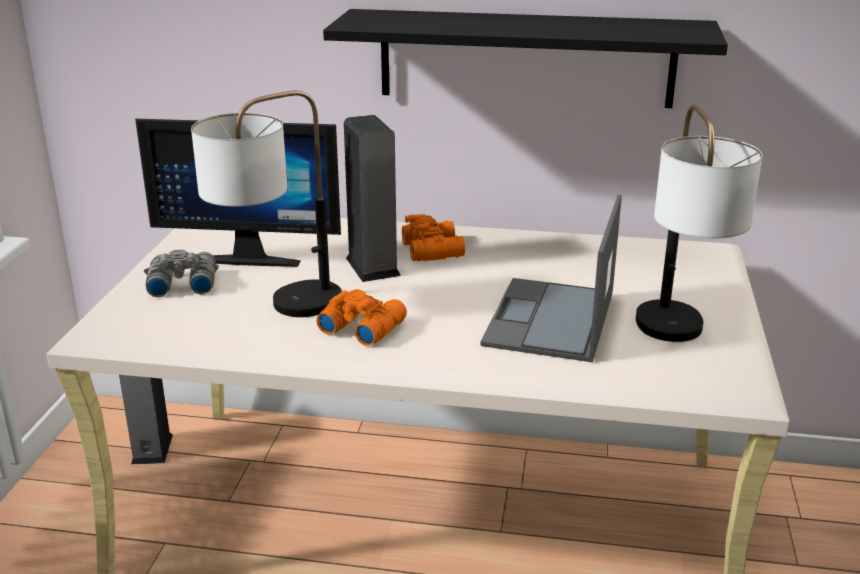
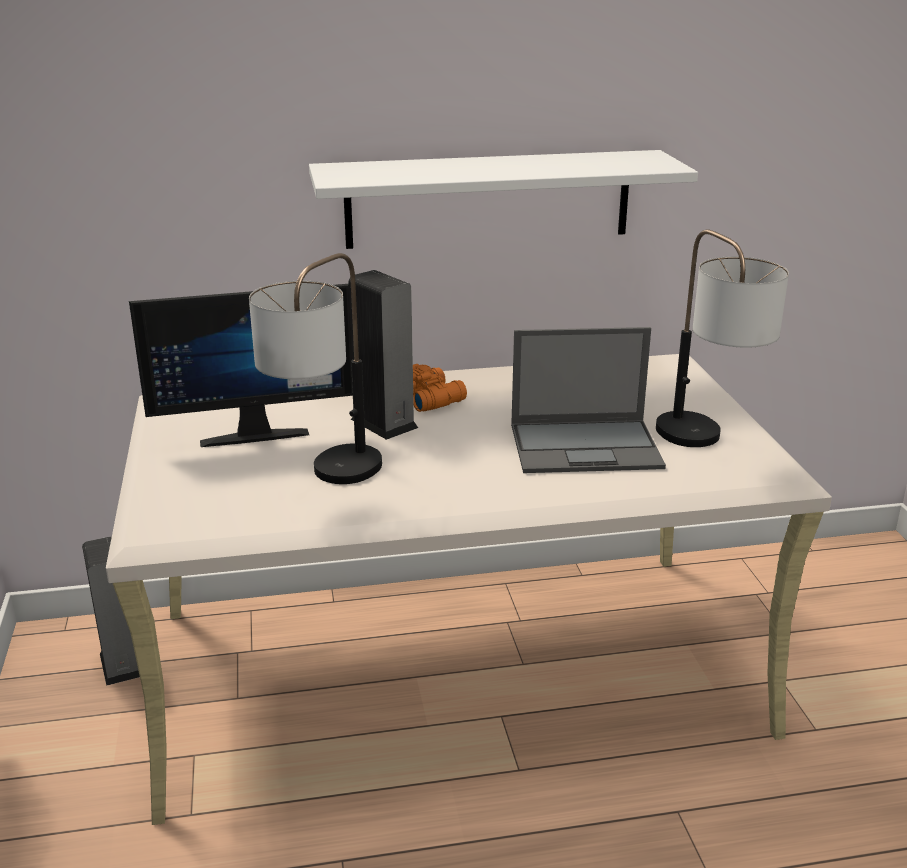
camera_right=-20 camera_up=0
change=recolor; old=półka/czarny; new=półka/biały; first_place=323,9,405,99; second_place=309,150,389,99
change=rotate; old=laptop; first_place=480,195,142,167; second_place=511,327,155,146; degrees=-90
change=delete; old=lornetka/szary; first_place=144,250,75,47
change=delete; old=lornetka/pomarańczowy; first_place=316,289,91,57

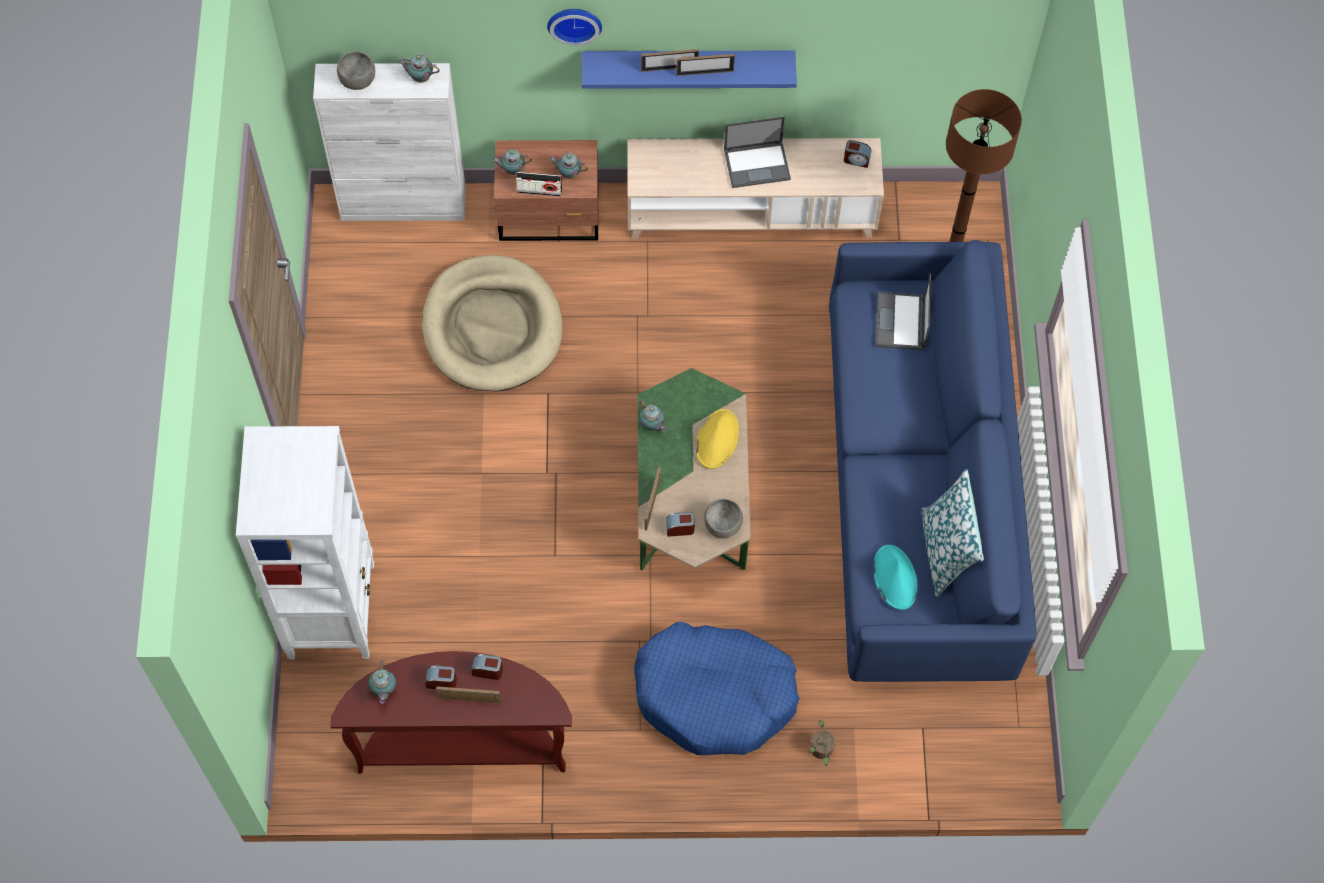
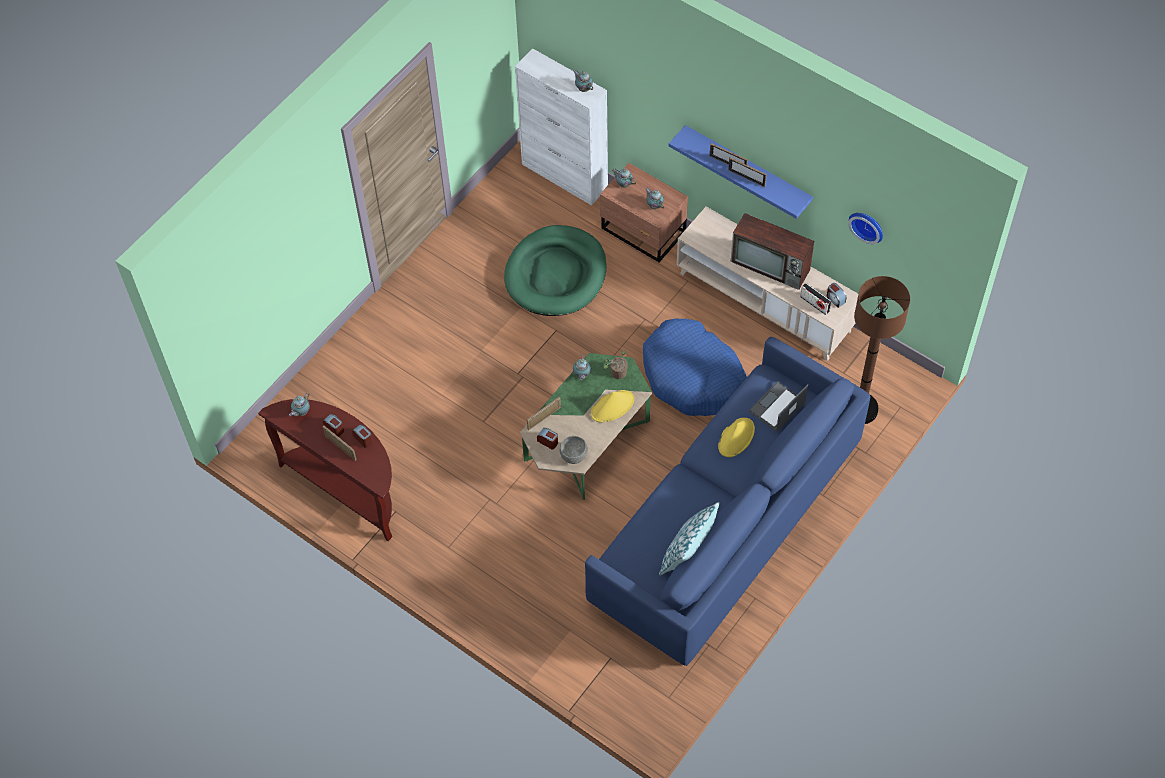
camera_right=40 camera_up=-5
change=move; old=zegar ścienny; first_place=547,9,55,37; second_place=848,213,35,31
change=delete; old=miska/szary; first_place=337,52,38,38
change=replace; old=laptop; new=telewizor; first_place=724,117,67,71; second_place=731,213,83,77
change=move; old=radio; first_place=516,172,46,24; second_place=800,283,31,32
change=recolor; old=legowisko/beżowy; new=legowisko/zielony; first_place=422,255,140,136; second_place=504,225,102,91
change=delete; old=regał/biały; first_place=236,426,138,234
change=delete; old=kapelusz/turkusowy; first_place=874,545,43,65
change=move; old=legowisko/niebieski; first_place=634,622,166,133; second_place=643,319,104,97
change=move; old=roślina doniczkowa; first_place=809,720,27,46; second_place=603,351,25,28
change=insert; new=kapelusz/żółty; second_place=718,418,37,39

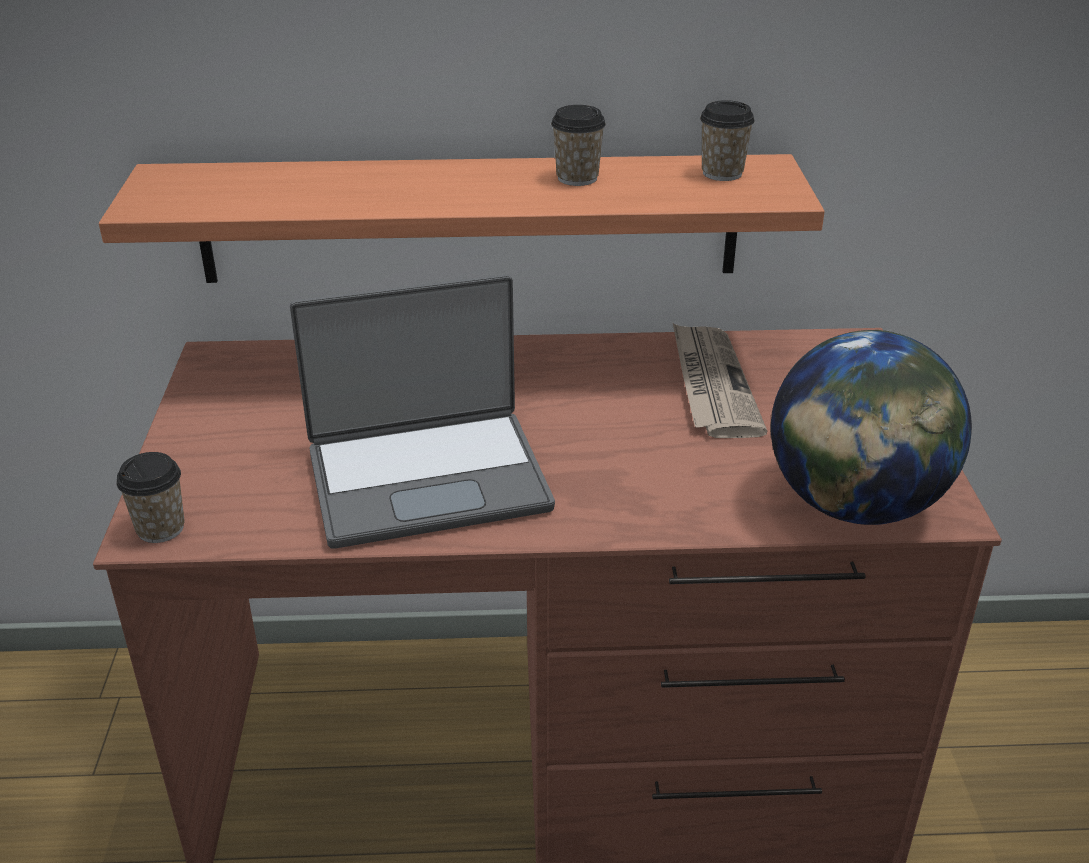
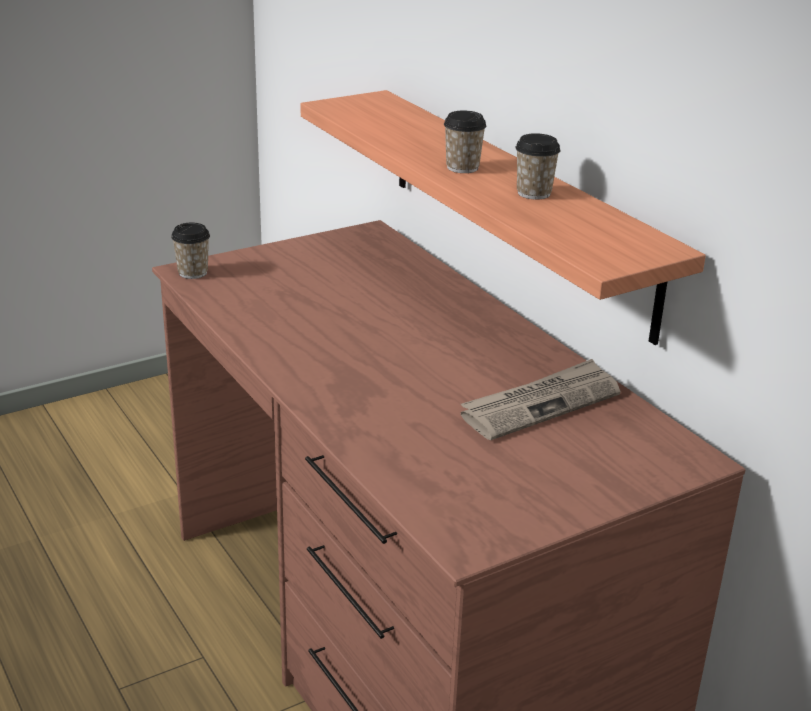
camera_right=60 camera_up=-5
change=move; old=filiżanka; first_place=700,100,55,81; second_place=444,110,42,63
change=delete; old=laptop; first_place=290,274,265,275
change=delete; old=globus; first_place=771,330,201,195

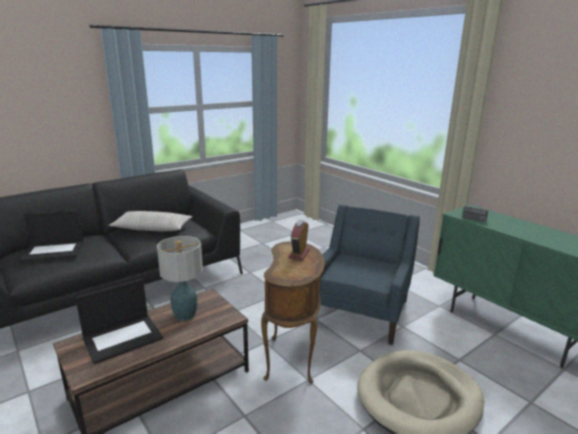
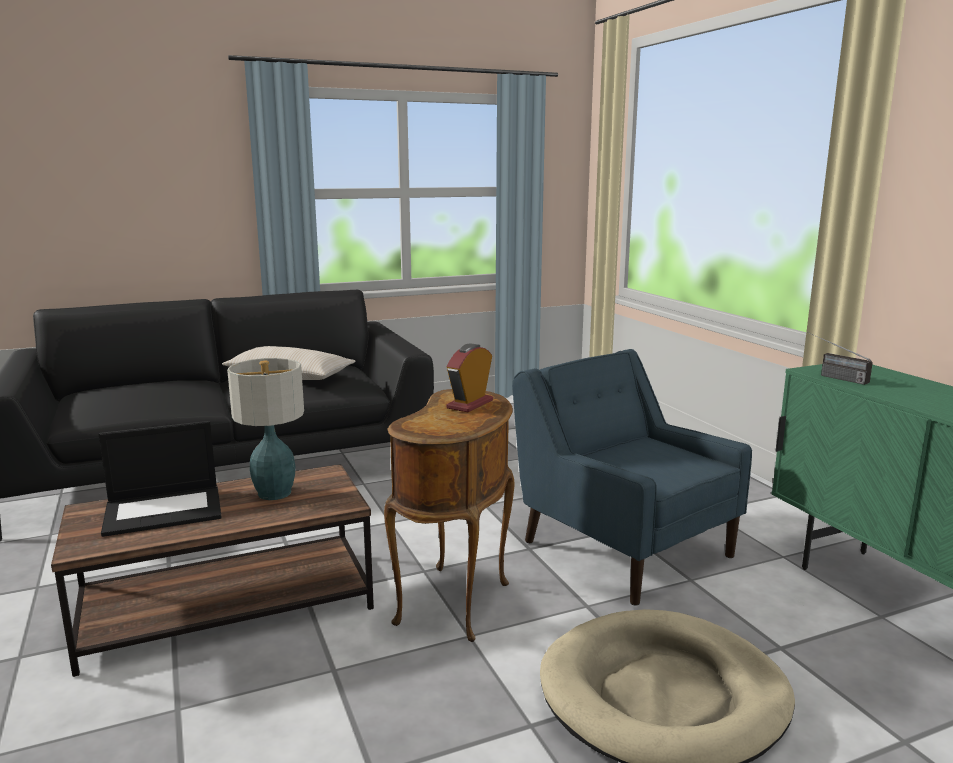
camera_right=15 camera_up=-5
change=rotate; old=fotel/niebieski; first_place=320,205,100,140; second_place=512,349,240,257; degrees=-75
change=delete; old=laptop; first_place=20,210,64,52

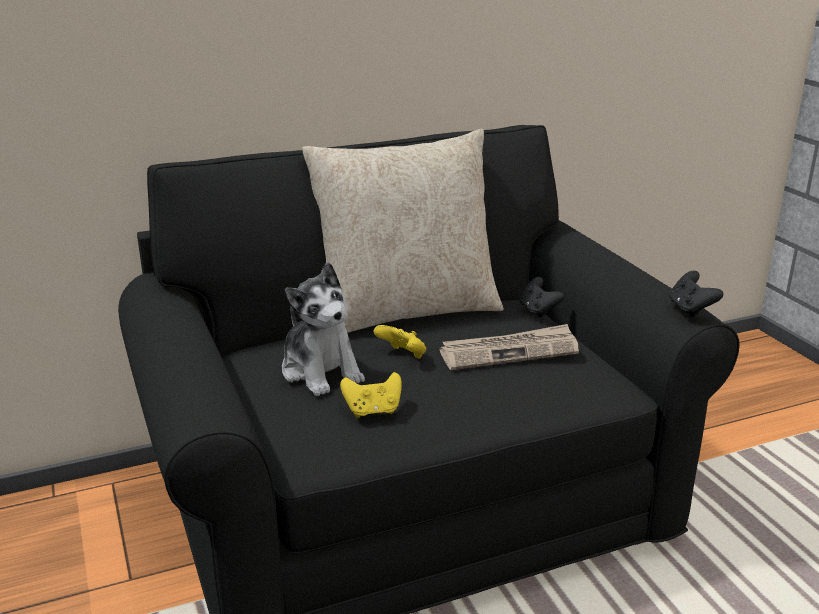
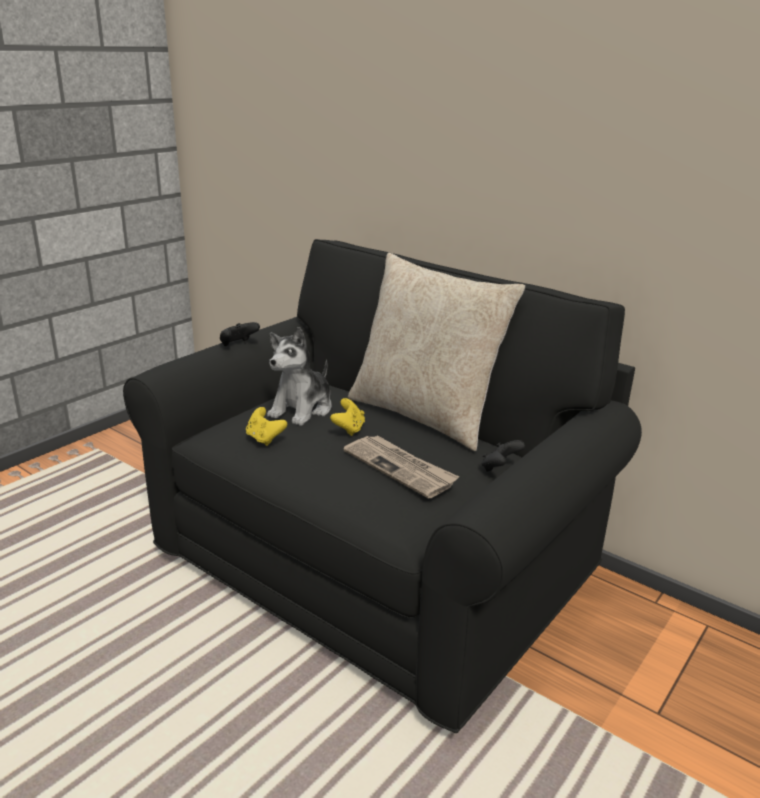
camera_right=60 camera_up=0
change=move; old=pad do gier/czarny; first_place=669,271,54,46; second_place=220,322,40,24

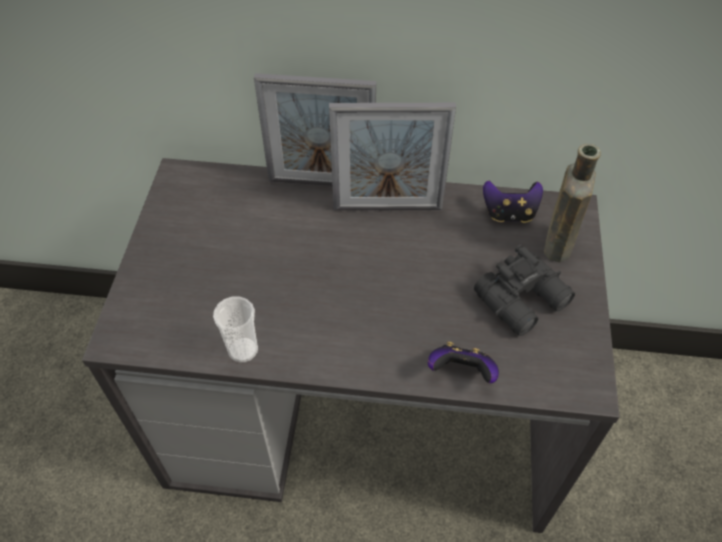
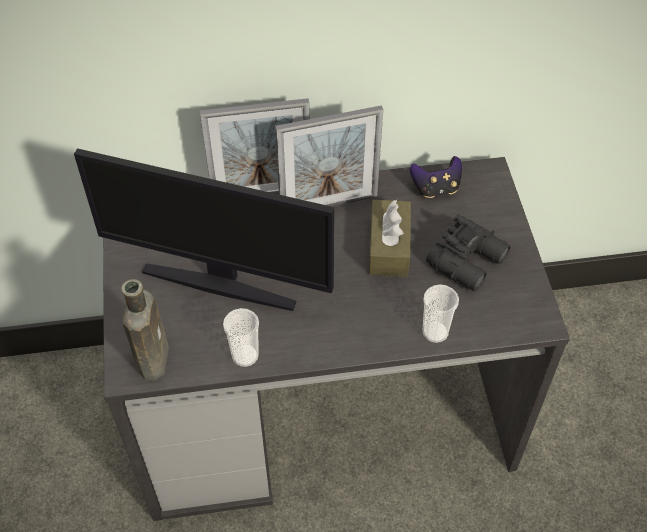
camera_right=-15 camera_up=0
change=move; old=butelka/brązowy; first_place=544,144,57,118; second_place=121,279,48,101
change=replace; old=pad do gier; new=filiżanka; first_place=428,341,71,42; second_place=422,284,37,59
change=insert; new=monitor; second_place=74,148,260,163
change=insert; new=pudełko chusteczek/brązowy; second_place=369,200,42,77

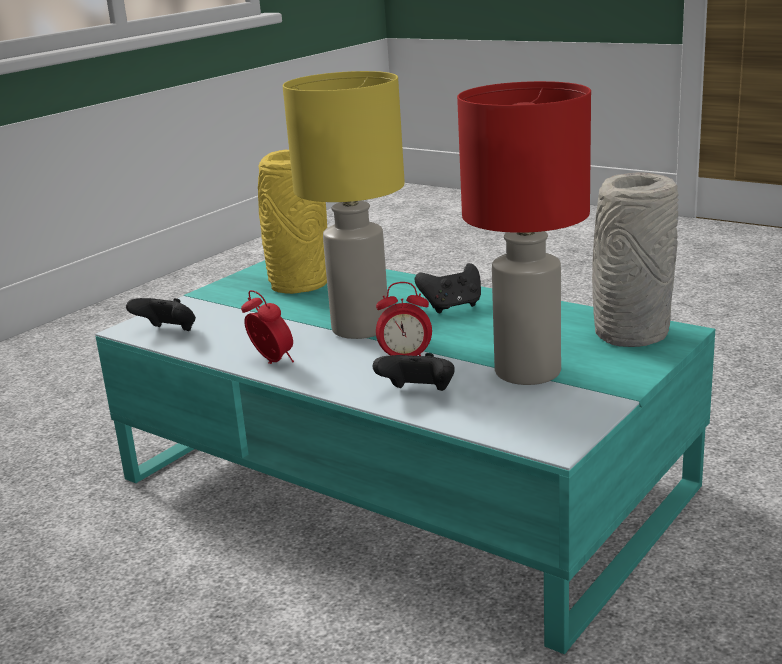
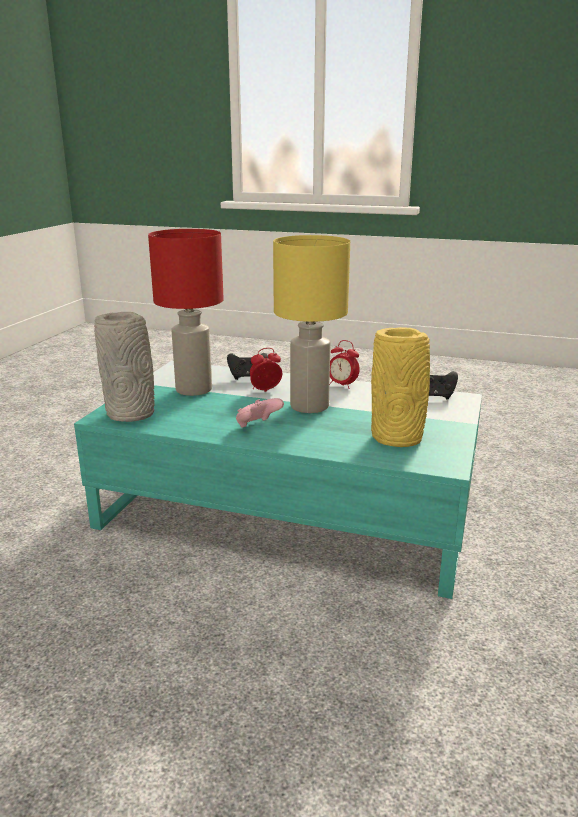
camera_right=160 camera_up=0
change=recolor; old=pad do gier/czarny; new=pad do gier/różowy; first_place=414,263,67,50; second_place=236,398,48,30

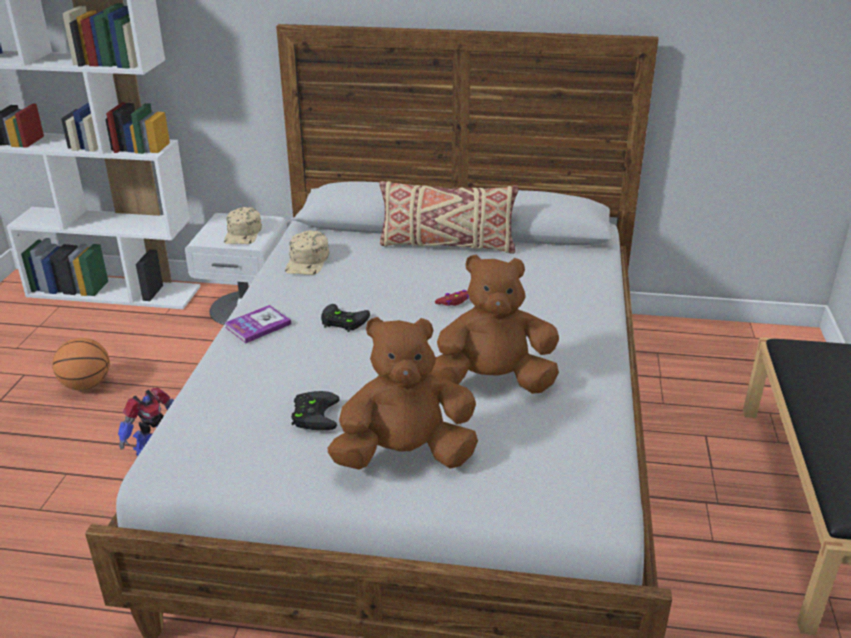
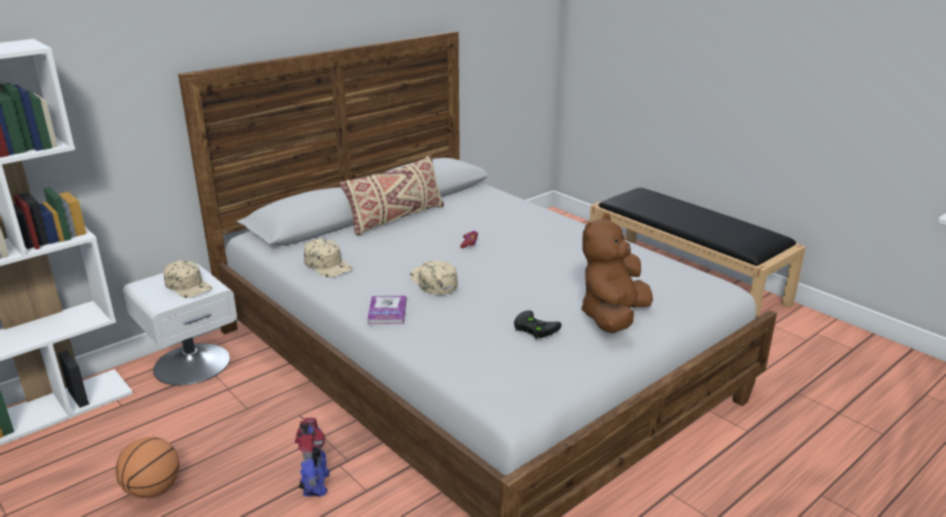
camera_right=-50 camera_up=-5
change=delete; old=pluszak/brązowy; first_place=429,255,130,139
change=replace; old=pad do gier/czarny; new=czapka z daszkiem/beżowy; first_place=321,304,49,28; second_place=410,261,48,34

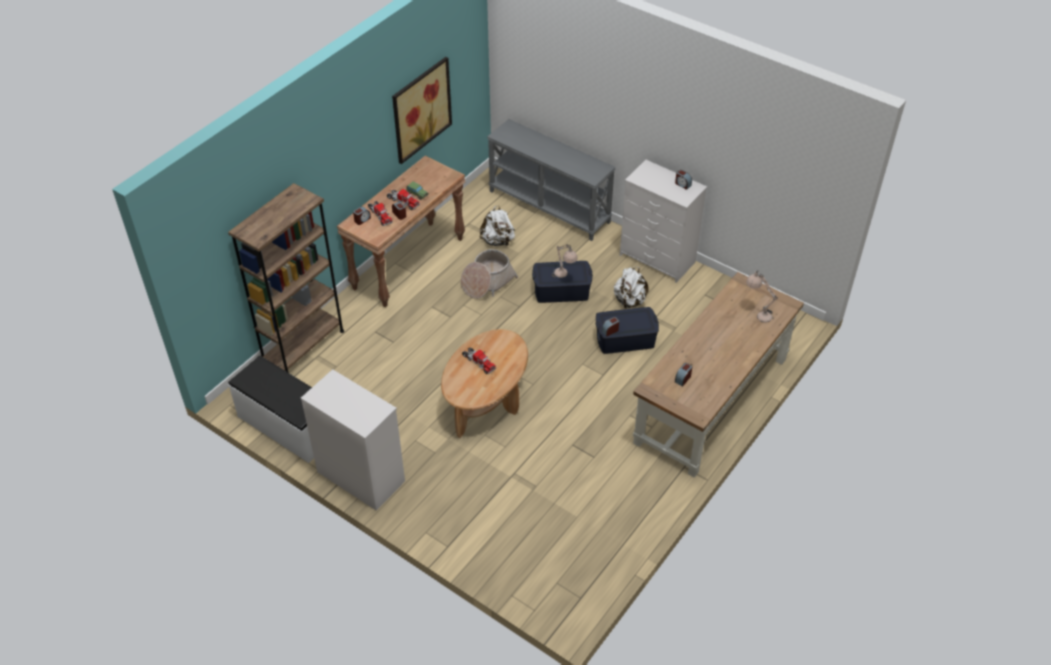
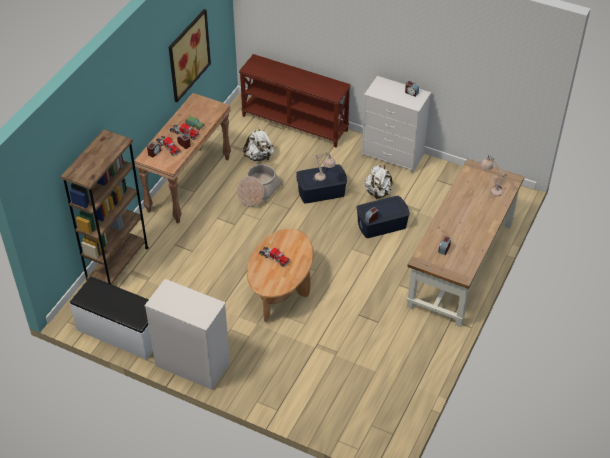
camera_right=-10 camera_up=0
change=recolor; old=stolik konsolowy/szary; new=stolik konsolowy/brązowy; first_place=487,119,129,122; second_place=239,54,112,93

